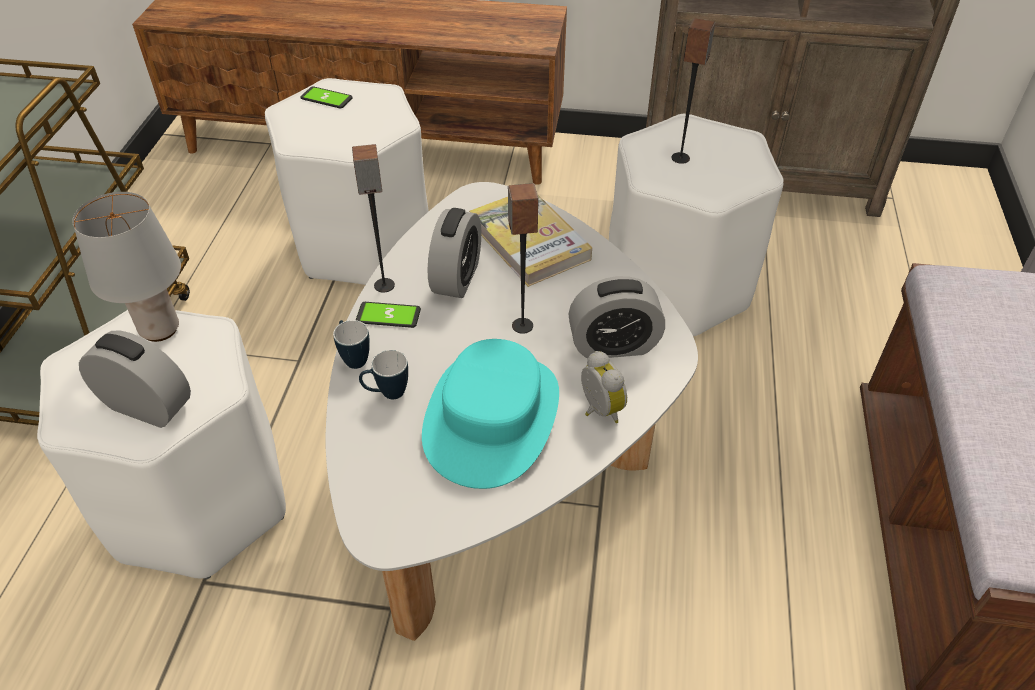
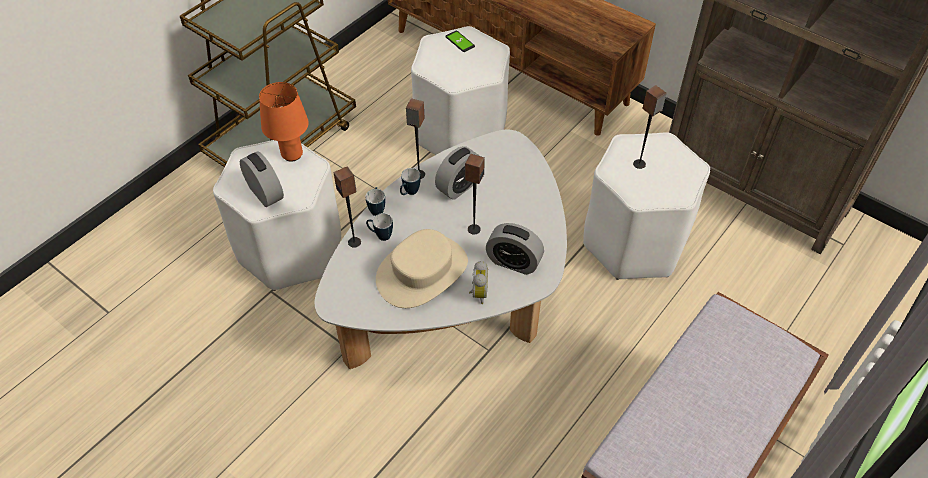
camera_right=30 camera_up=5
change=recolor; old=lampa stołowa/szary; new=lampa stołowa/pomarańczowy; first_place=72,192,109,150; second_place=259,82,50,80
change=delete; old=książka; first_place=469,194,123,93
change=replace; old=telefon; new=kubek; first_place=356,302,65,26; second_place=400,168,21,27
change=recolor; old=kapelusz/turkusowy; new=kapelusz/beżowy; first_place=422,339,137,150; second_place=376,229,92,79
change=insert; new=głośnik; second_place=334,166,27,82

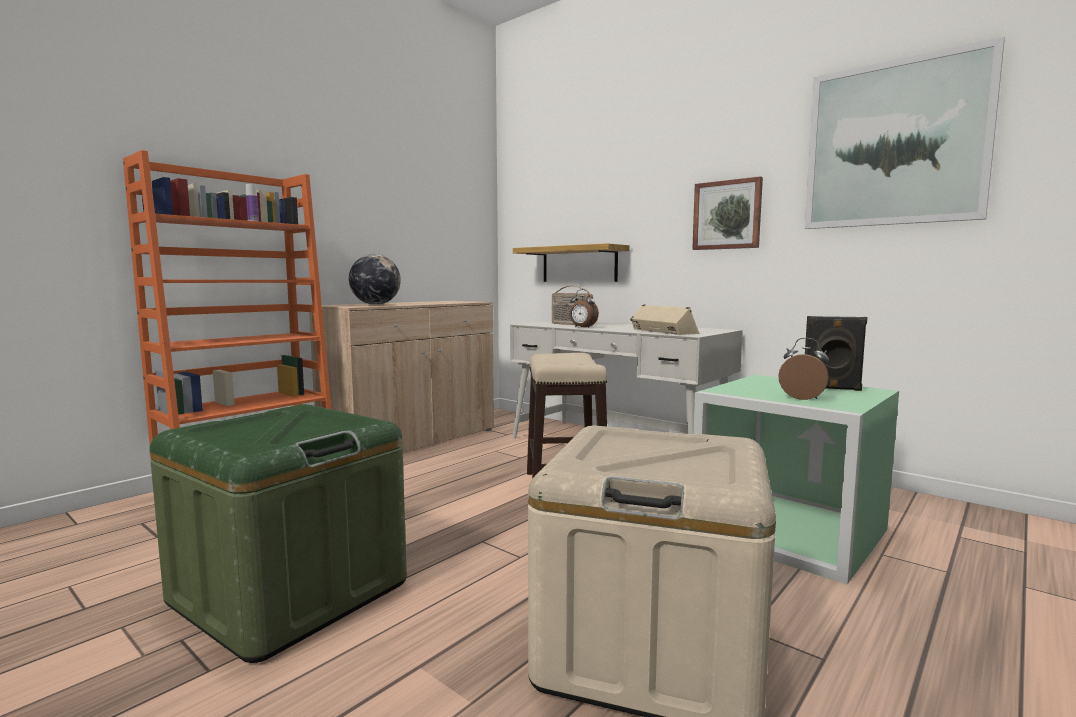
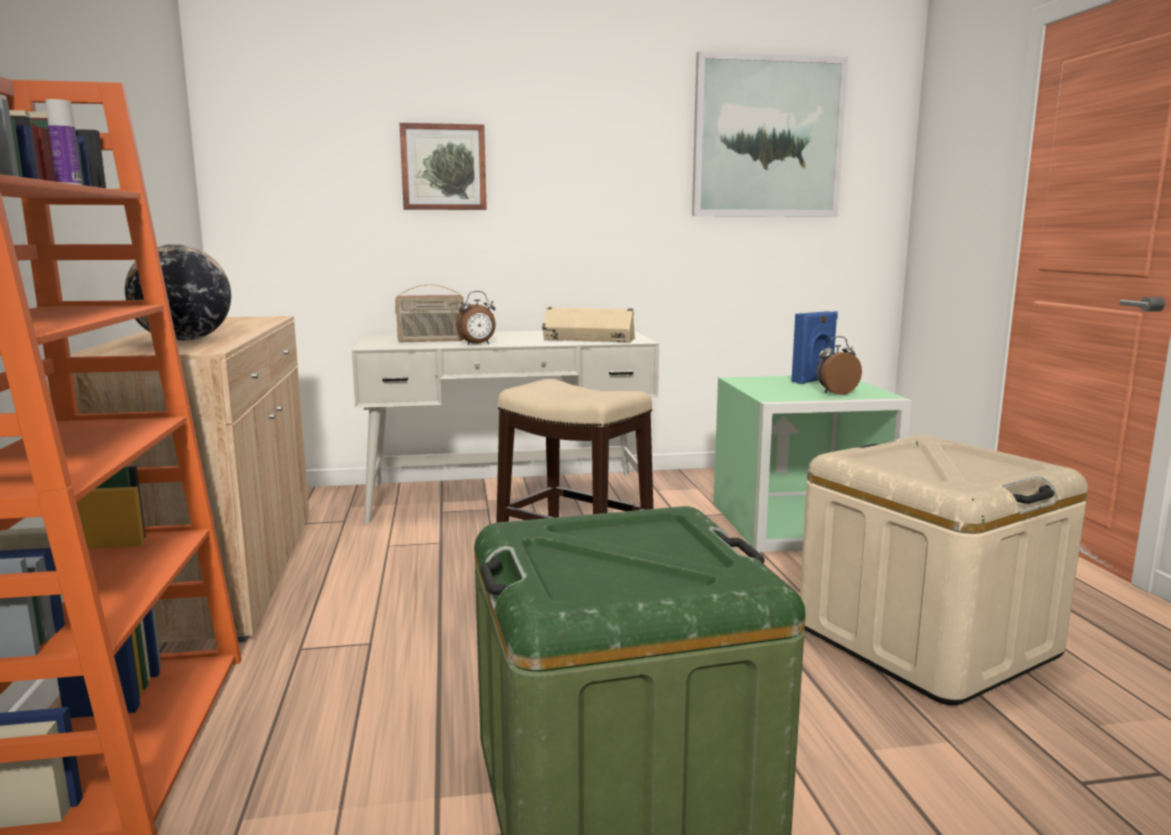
camera_right=-50 camera_up=5
change=move; old=obraz; first_place=692,176,71,74; second_place=399,123,88,87
change=delete; old=półka; first_place=513,243,117,39
change=recolor; old=głośnik/czarny; new=głośnik/niebieski; first_place=805,316,62,75; second_place=791,311,47,73

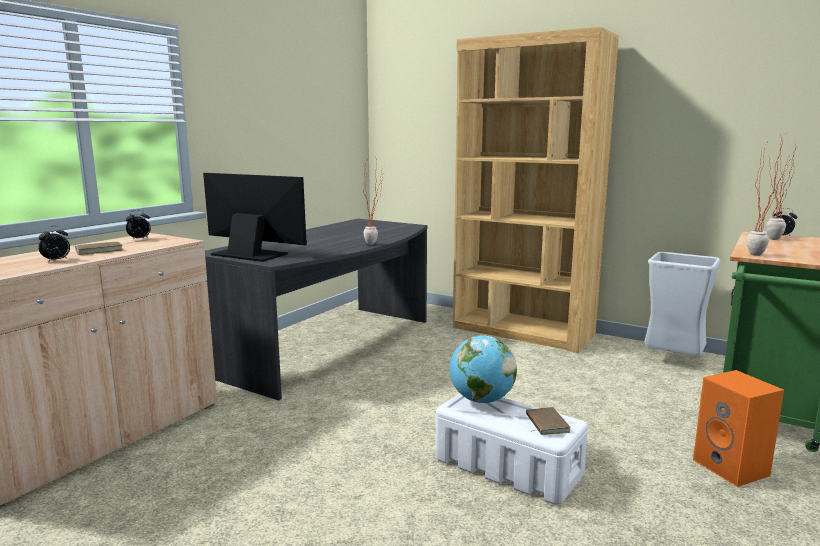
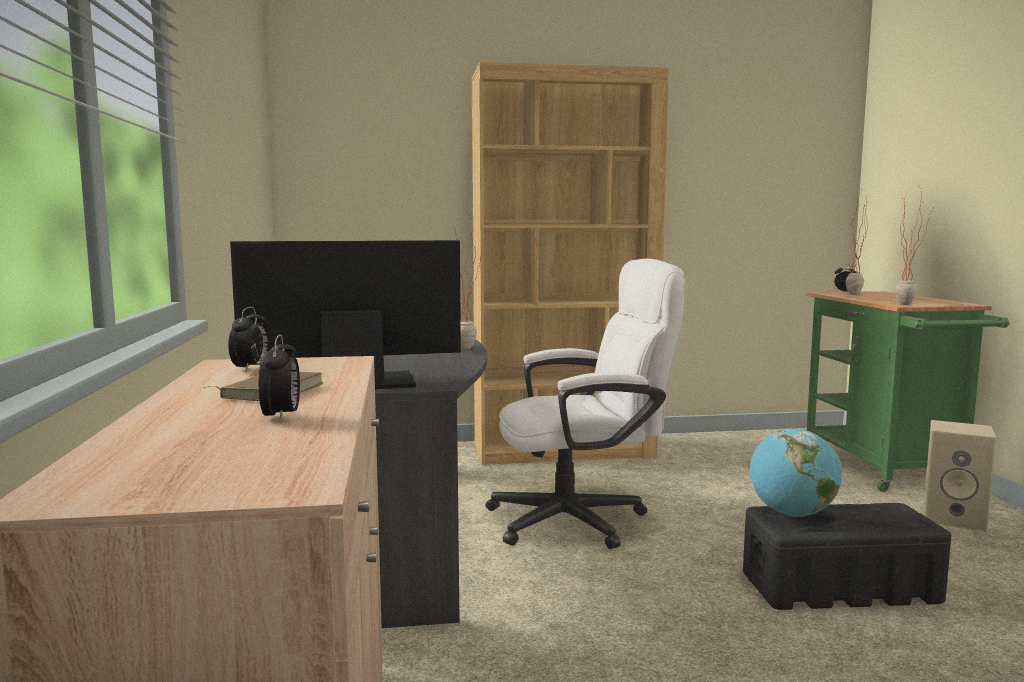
camera_right=-40 camera_up=-5
change=delete; old=kosz na śmieci/szary; first_place=644,252,77,104
change=recolor; old=głośnik/pomarańczowy; new=głośnik/beżowy; first_place=693,370,91,117; second_place=924,420,72,112
change=recolor; old=pojemnik do przechowywania/biały; new=pojemnik do przechowywania/czarny; first_place=435,393,153,112; second_place=743,503,208,107
change=delete; old=książka/brązowy; first_place=526,407,44,28
change=insert; new=krzesło biurowe/biały; second_place=485,259,201,290

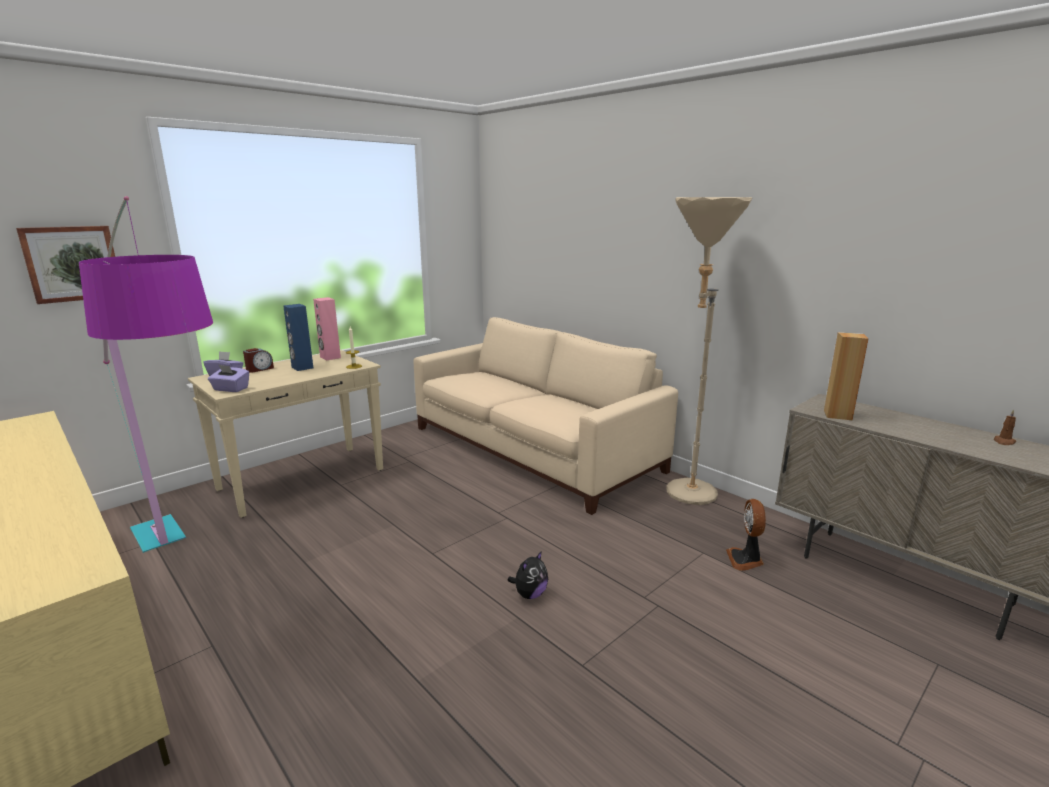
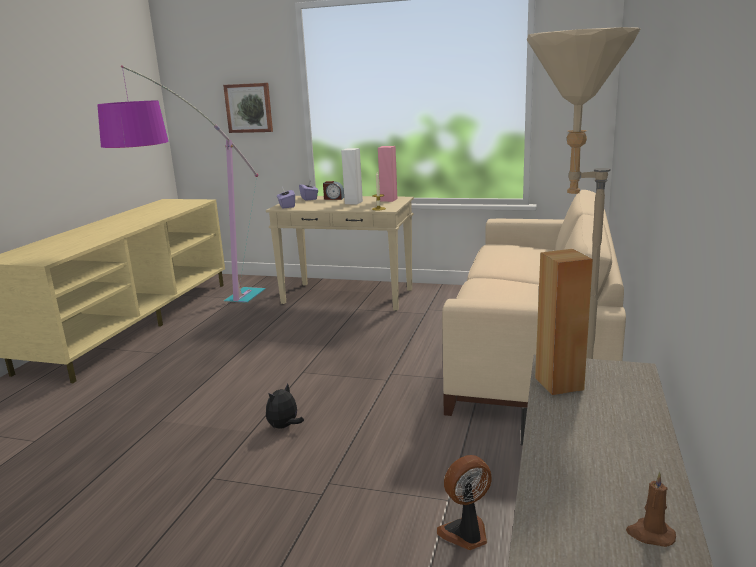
camera_right=60 camera_up=0
change=recolor; old=głośnik/niebieski; new=głośnik/biały; first_place=283,304,30,67; second_place=341,148,22,57
change=rotate; old=pluszak; first_place=508,551,40,48; second_place=266,384,38,45; degrees=120

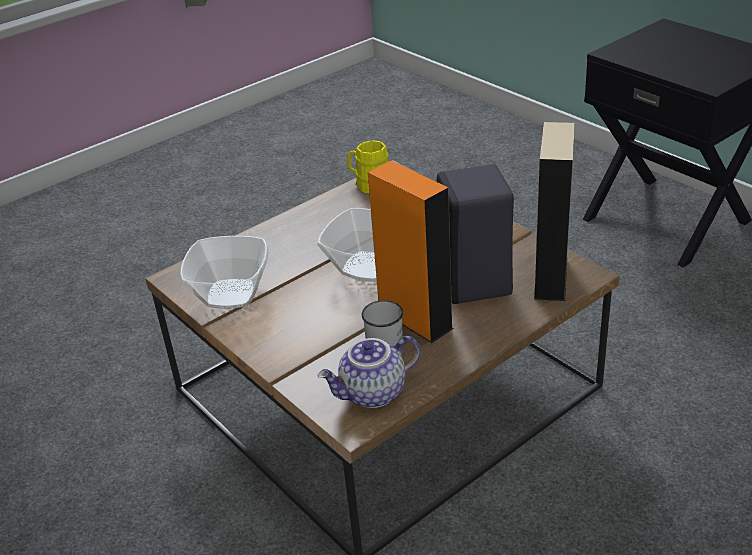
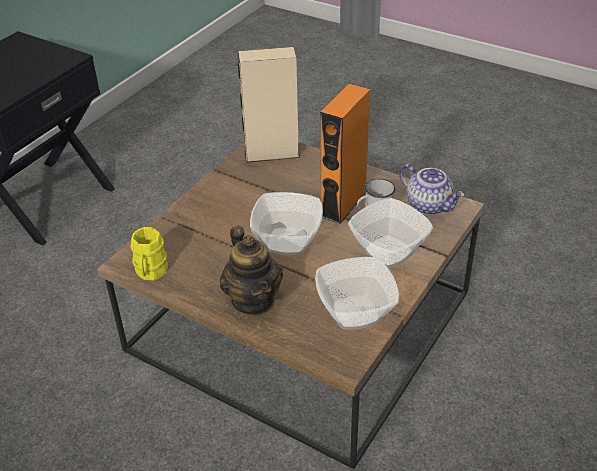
camera_right=-110 camera_up=5
change=delete; old=głośnik/czarny; first_place=436,164,78,140
change=insert; new=miska; second_place=348,198,85,70
change=insert; new=imbryk; second_place=220,226,63,89

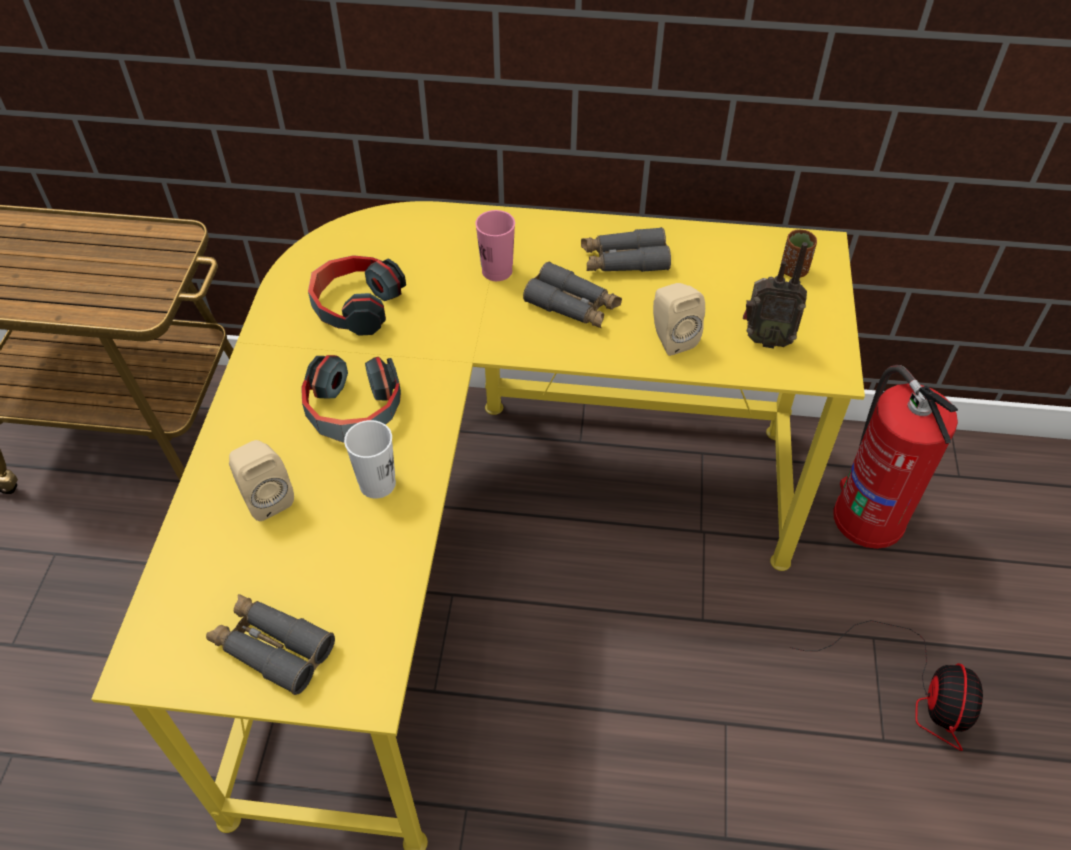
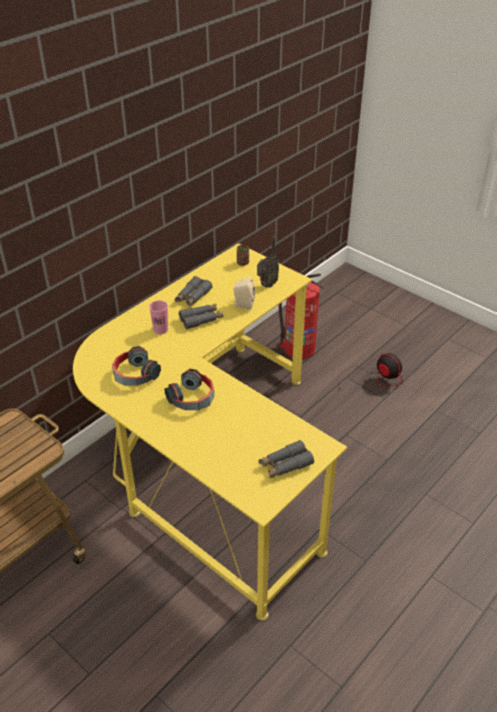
camera_right=-55 camera_up=-10
change=delete; old=filiżanka/biały; first_place=344,420,52,79
change=delete; old=głośnik/beżowy; first_place=229,440,65,81

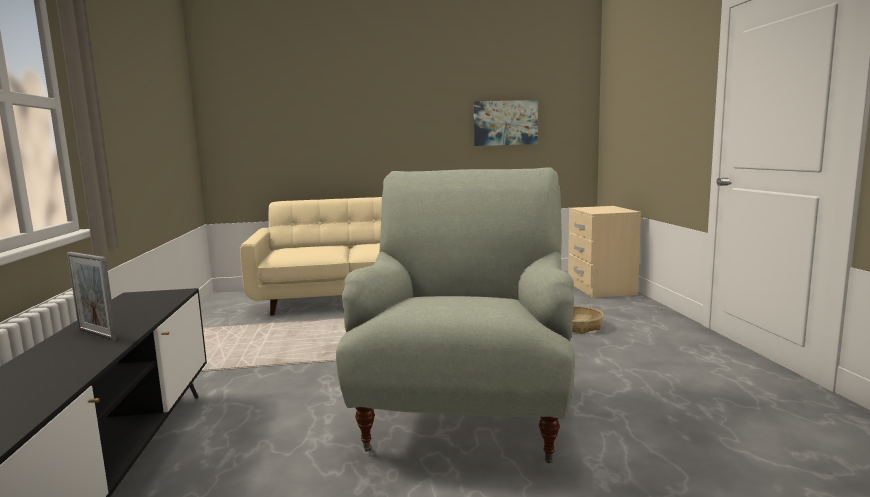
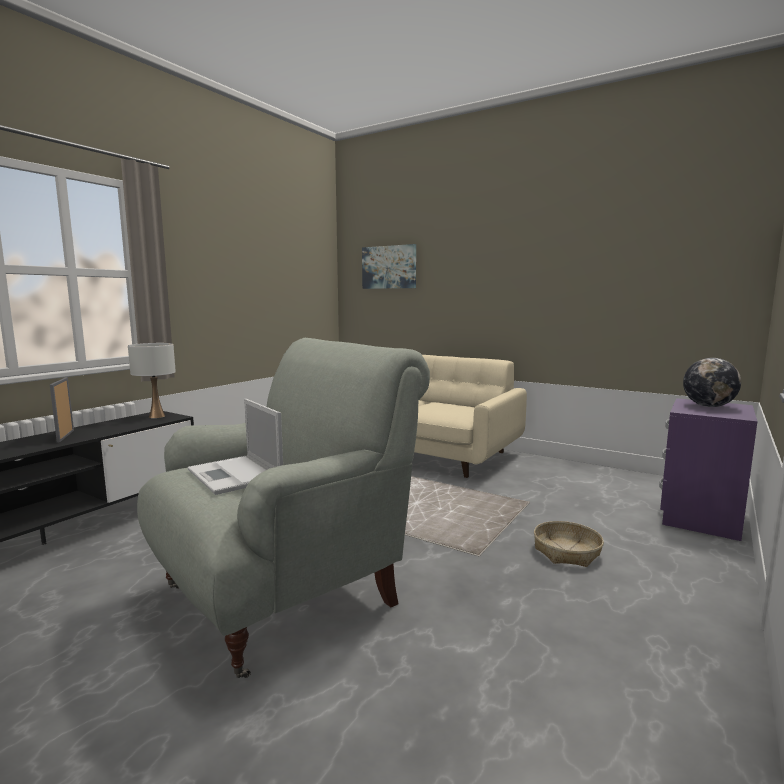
camera_right=40 camera_up=0
change=move; old=obraz; first_place=473,100,65,46; second_place=362,244,54,45
change=recolor; old=szafka nocna/beżowy; new=szafka nocna/fioletowy; first_place=568,206,73,92; second_place=659,398,99,143
change=insert; new=lampa stołowa/biały; second_place=128,343,48,75
change=insert; new=globus; second_place=683,358,58,49
change=insert; new=laptop; second_place=187,399,96,96

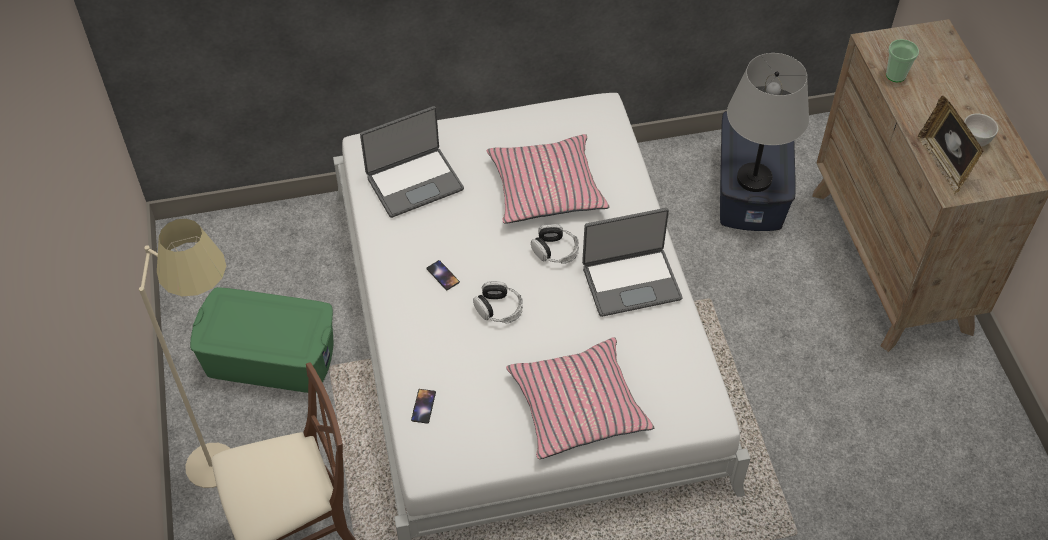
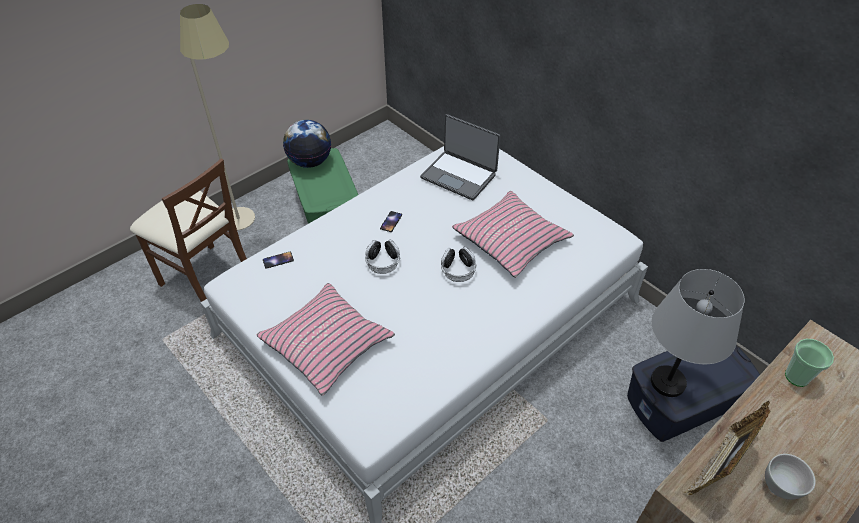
camera_right=60 camera_up=-5
change=delete; old=laptop; first_place=582,208,100,109
change=insert; new=globus; second_place=283,120,48,48

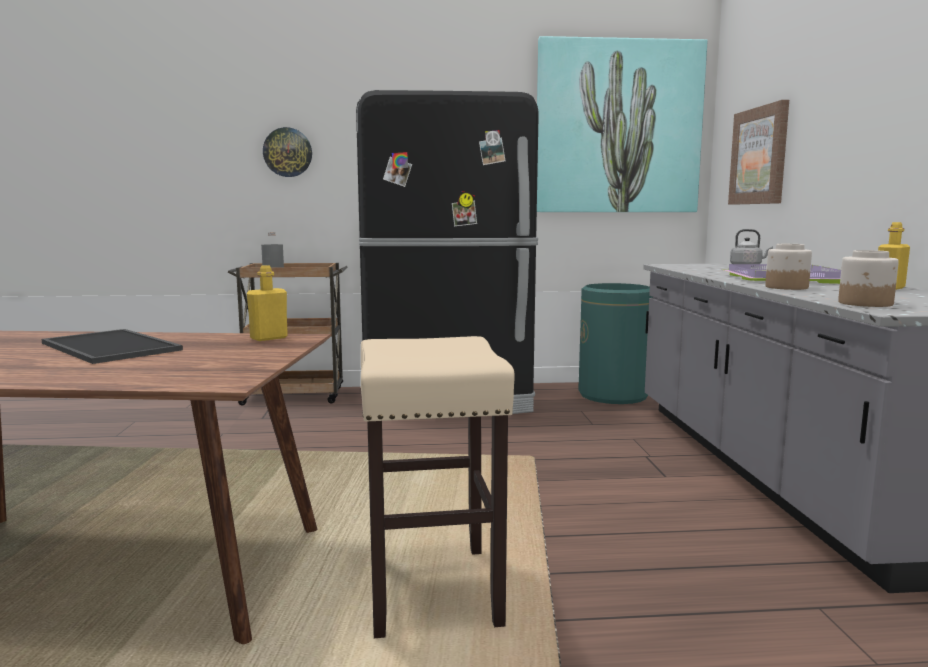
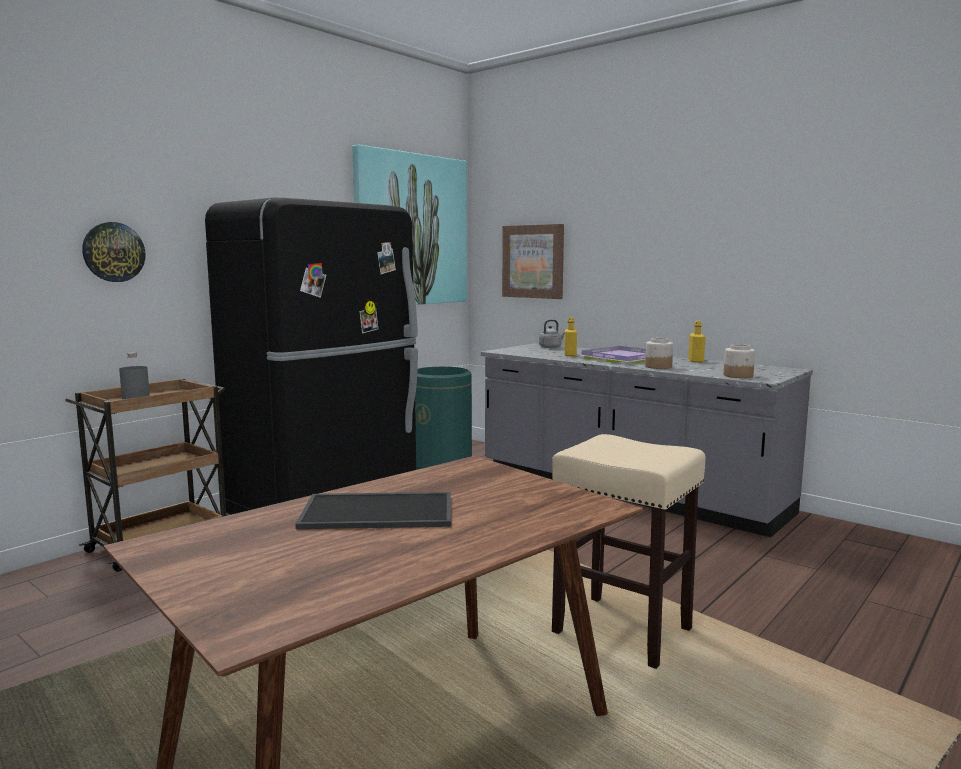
camera_right=-45 camera_up=0
change=move; old=butelka/żółty; first_place=247,265,41,76; second_place=564,317,13,39

